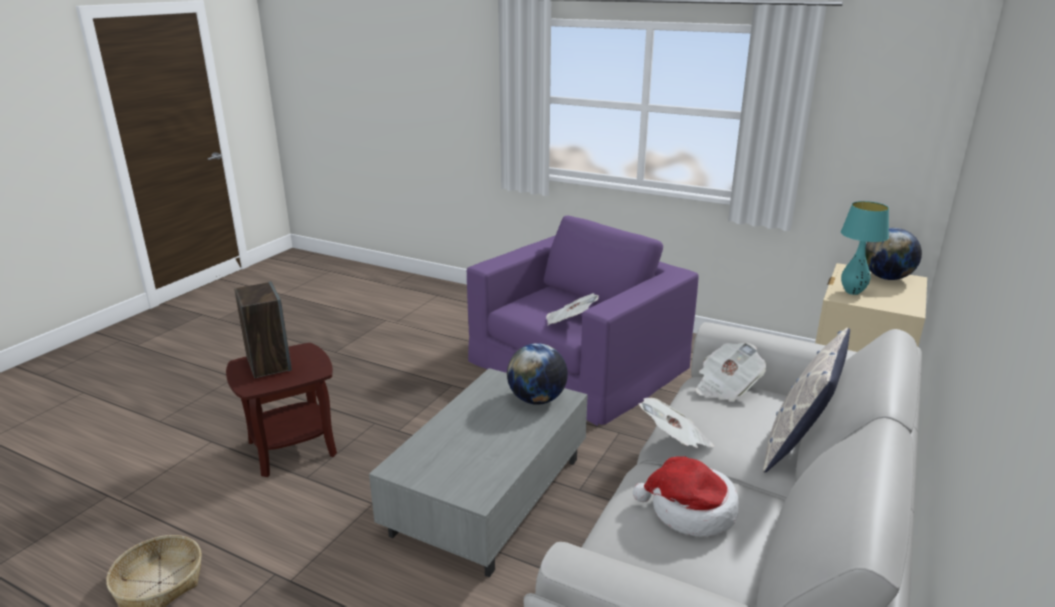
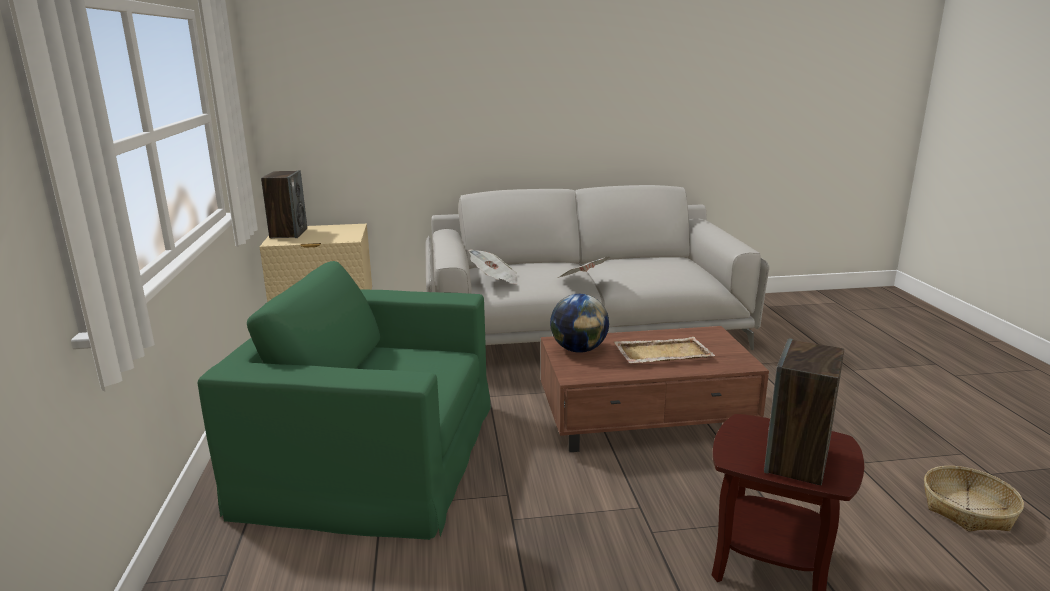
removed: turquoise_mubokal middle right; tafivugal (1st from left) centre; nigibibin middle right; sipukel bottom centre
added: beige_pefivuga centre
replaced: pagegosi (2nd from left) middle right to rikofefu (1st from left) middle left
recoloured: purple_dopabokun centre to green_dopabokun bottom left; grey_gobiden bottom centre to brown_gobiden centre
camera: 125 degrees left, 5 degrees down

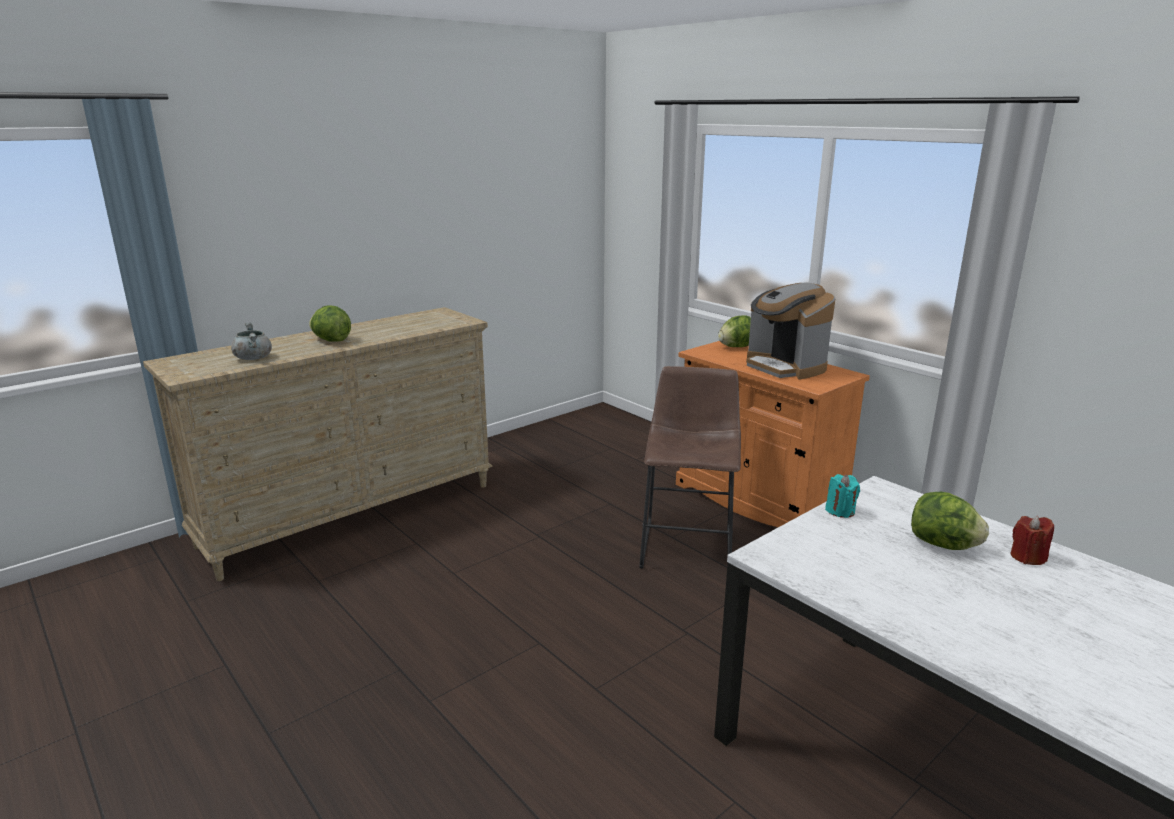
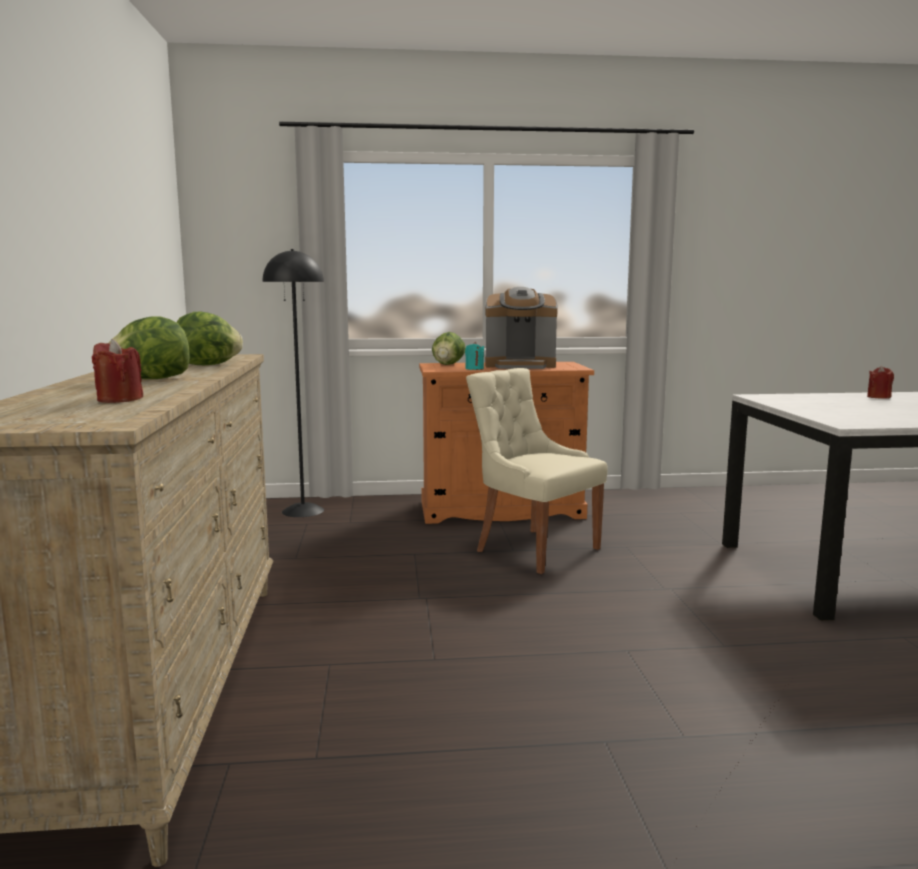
added: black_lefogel middle left
moved: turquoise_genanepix middle right to centre; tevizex (3rd from left in the first image) middle right to tevizex (2nd from left) middle left
replaced: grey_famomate middle left to red_genanepix (1st from left) middle left; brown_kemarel centre to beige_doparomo centre
camera: 55 degrees left, 10 degrees down

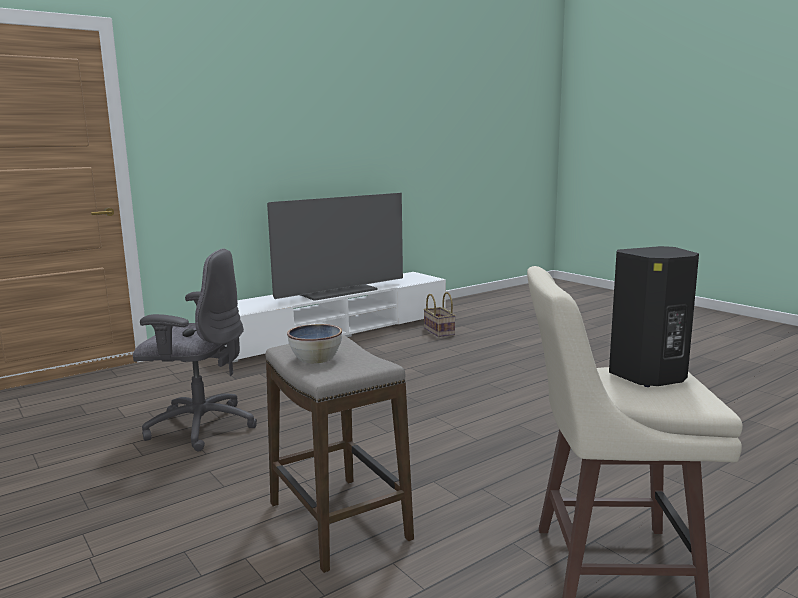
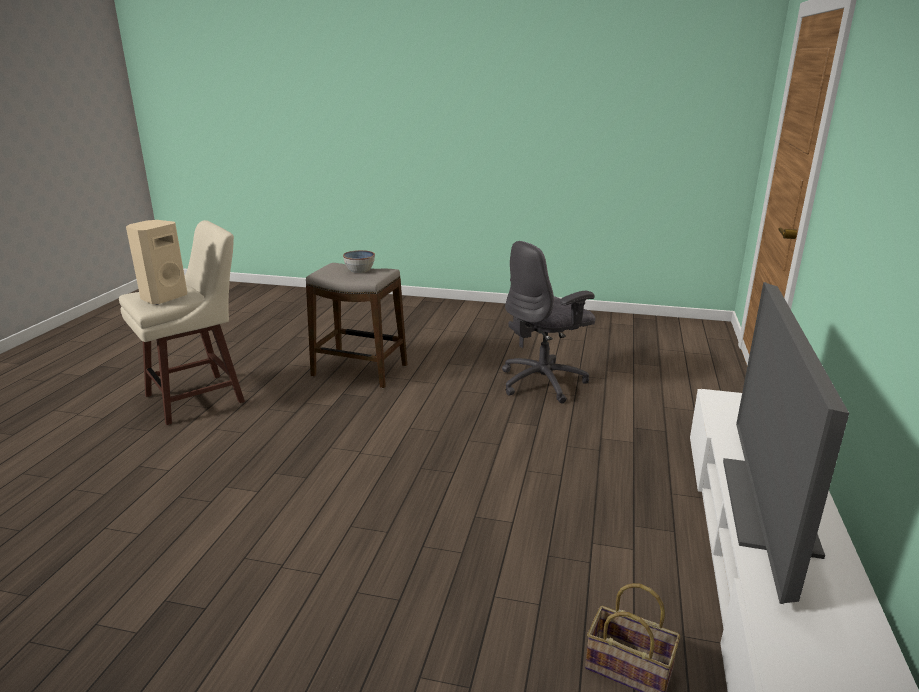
recoloured: black_rikofefu middle right to beige_rikofefu middle left
camera: 140 degrees right, 10 degrees up

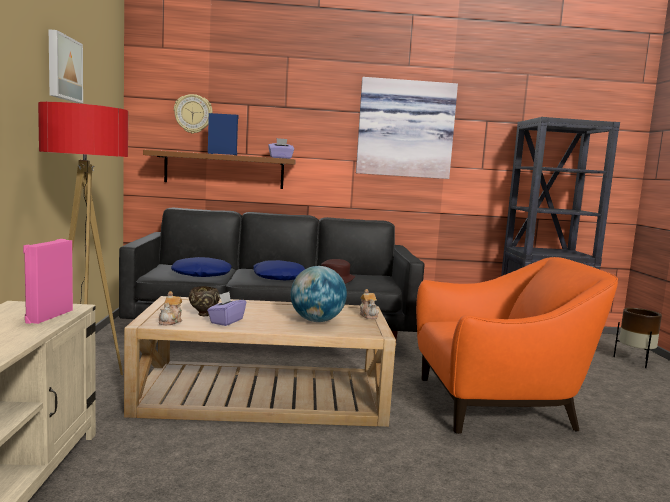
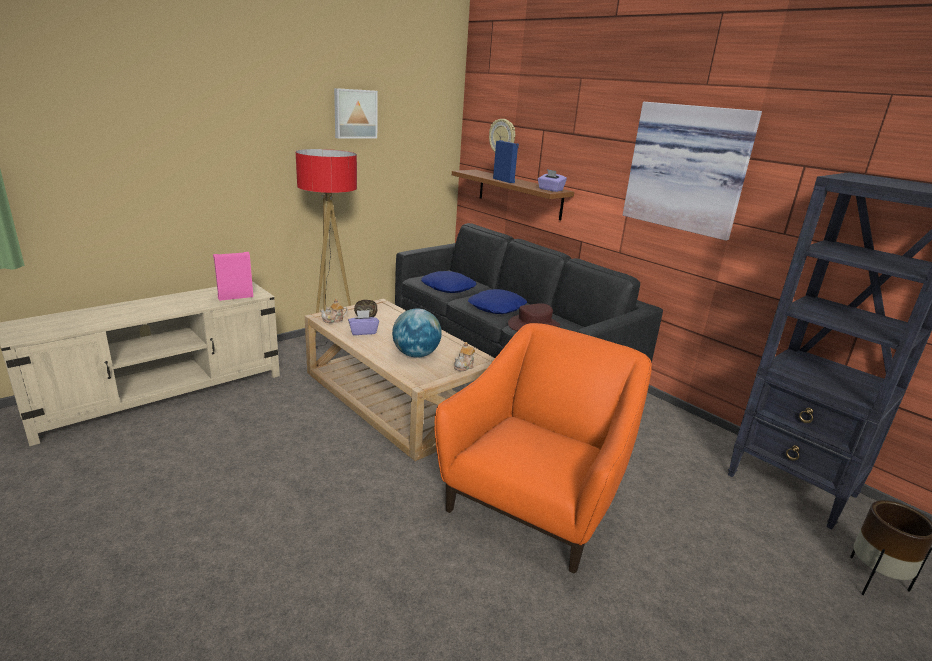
turned: orange_dopabokun bottom right = bottom centre 105 degrees counterclockwise
camera: 50 degrees right, 15 degrees up

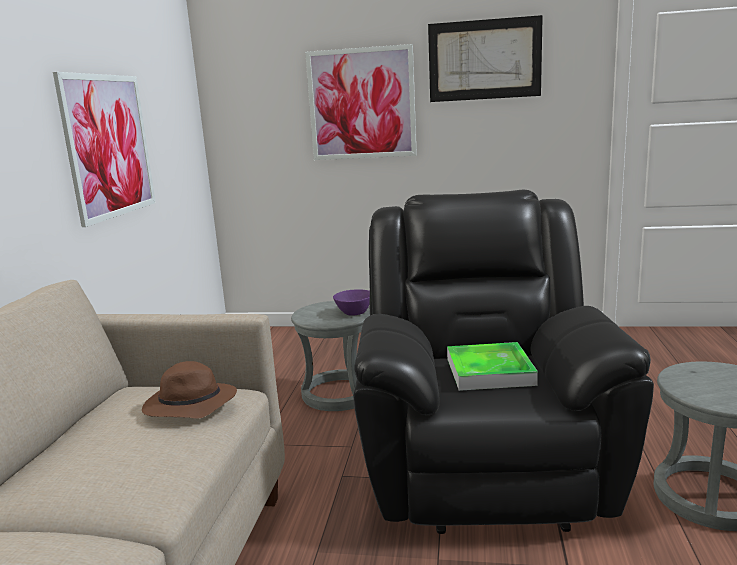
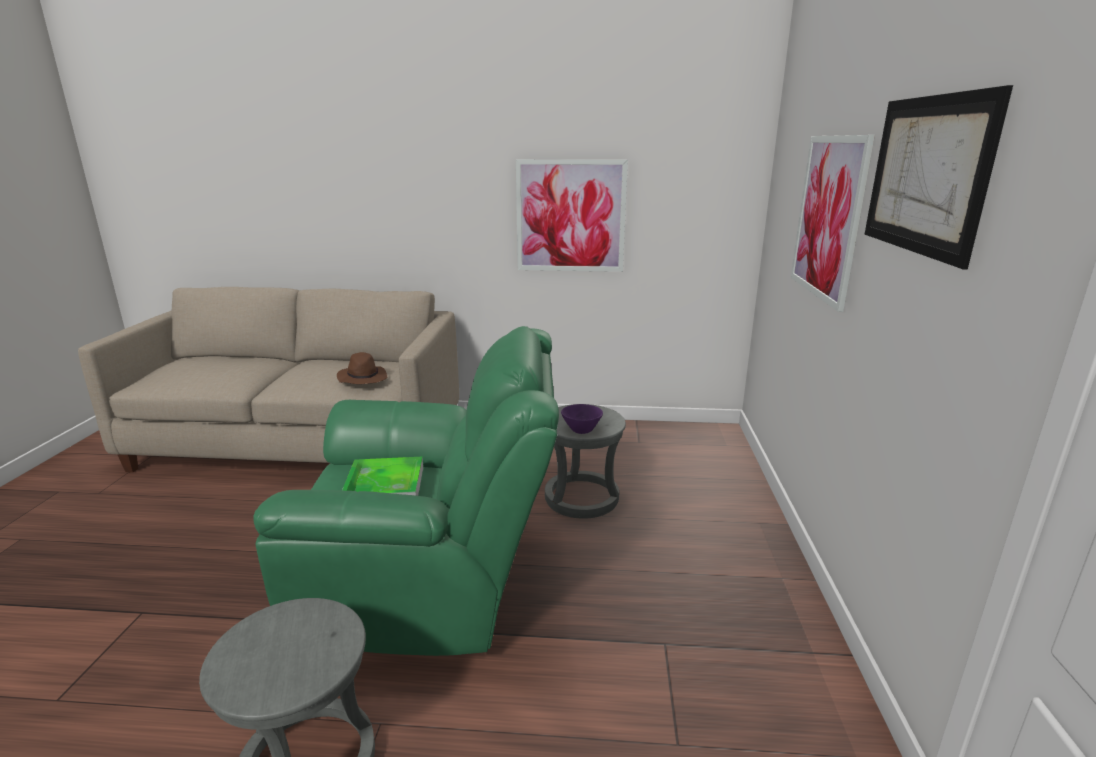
recoloured: black_dopabokun middle right to green_dopabokun centre
camera: 85 degrees right, 5 degrees up

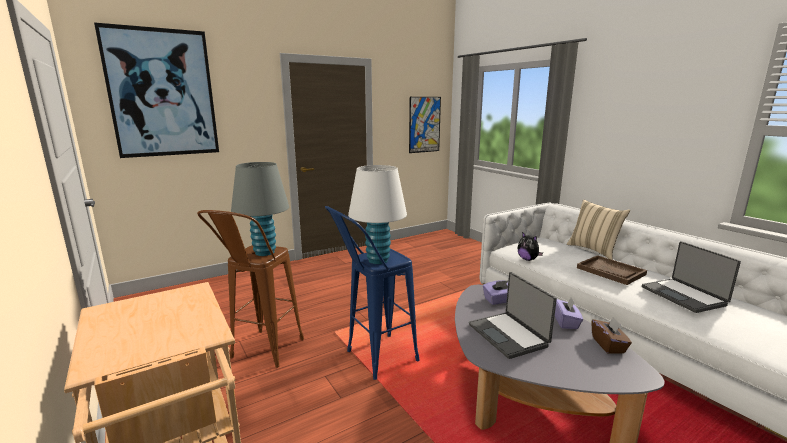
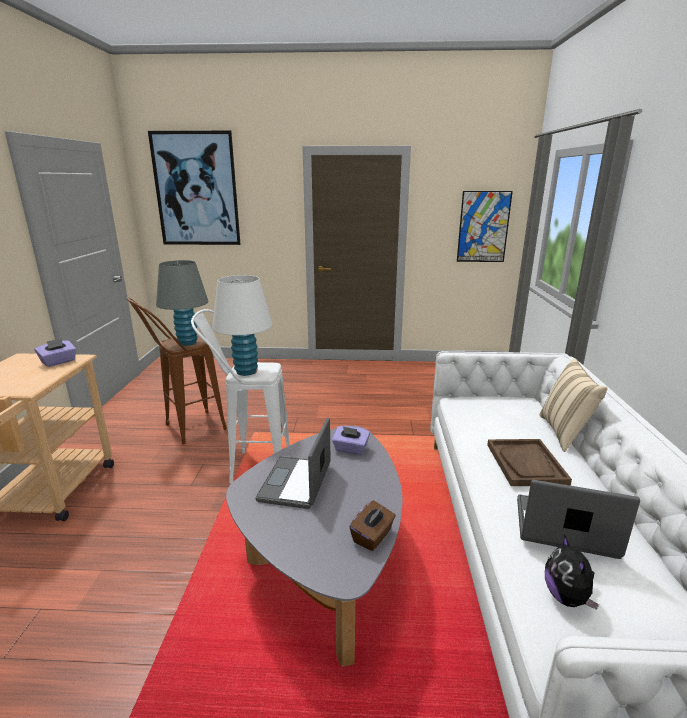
moved: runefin middle right to bottom right; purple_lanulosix (2nd from left in the first image) bottom right to purple_lanulosix (1st from left) middle left
recoloured: blue_kemarel centre to white_kemarel centre
turned: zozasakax (2nd from left) middle right = bottom right 90 degrees clockwise
camera: 35 degrees right, 5 degrees up

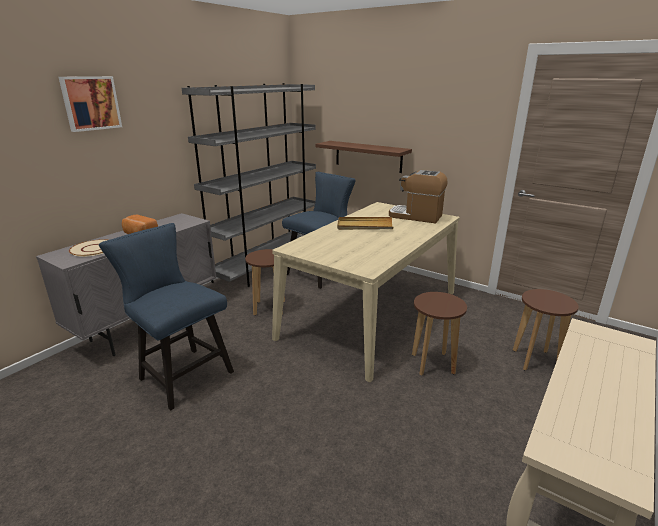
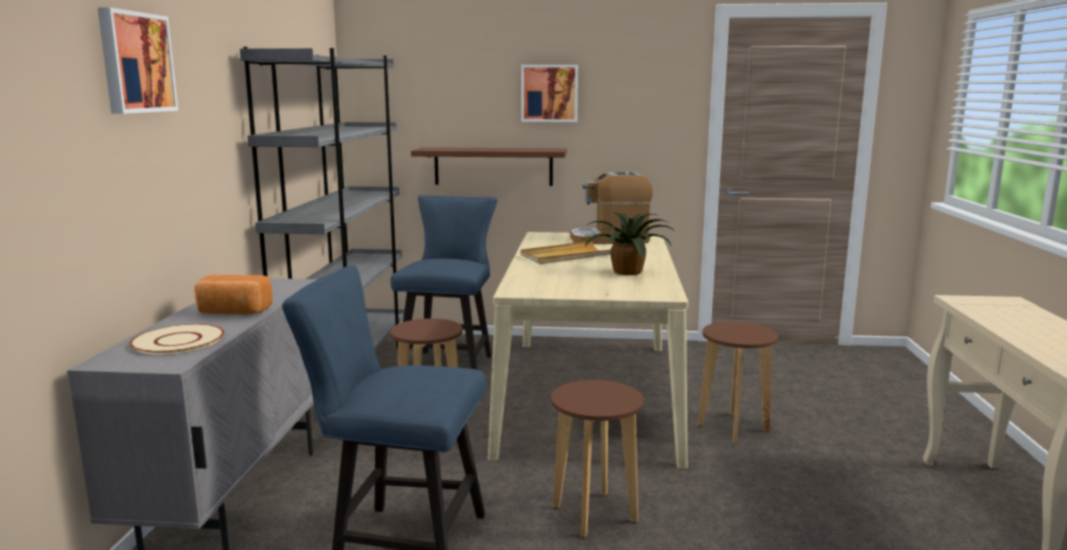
added: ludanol (2nd from left) top centre; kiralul centre
moved: brown_kemarel (3rd from left in the first image) middle right to brown_kemarel (2nd from left) bottom centre
camera: 30 degrees left, 10 degrees down

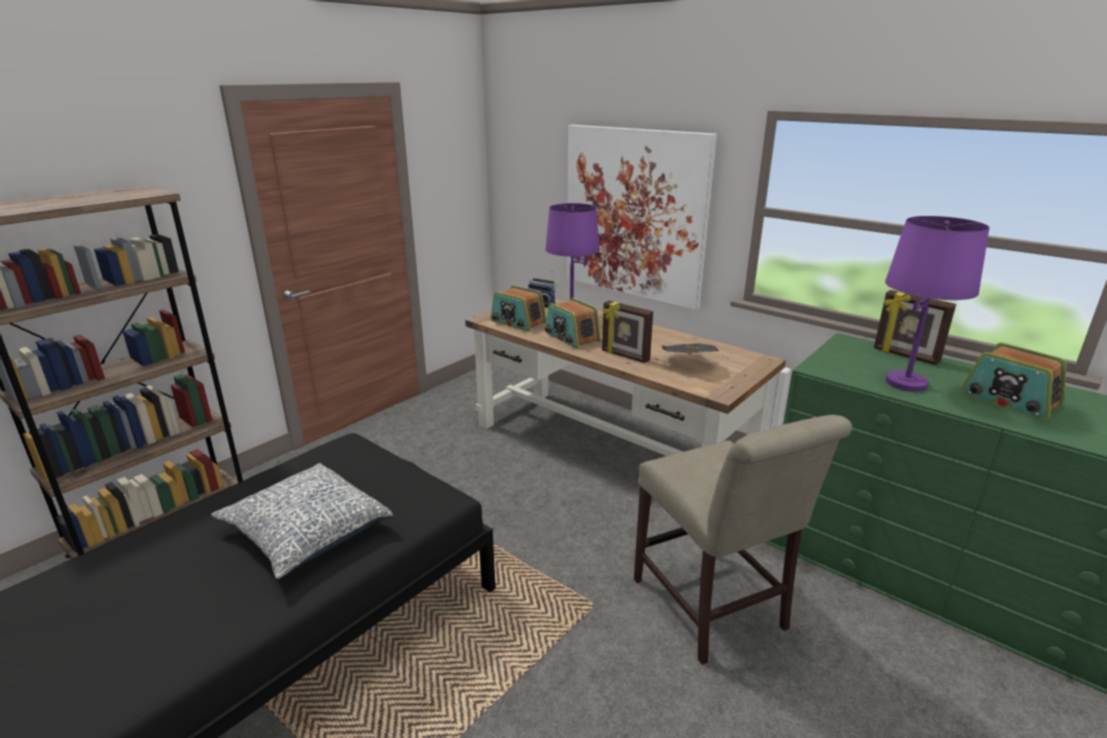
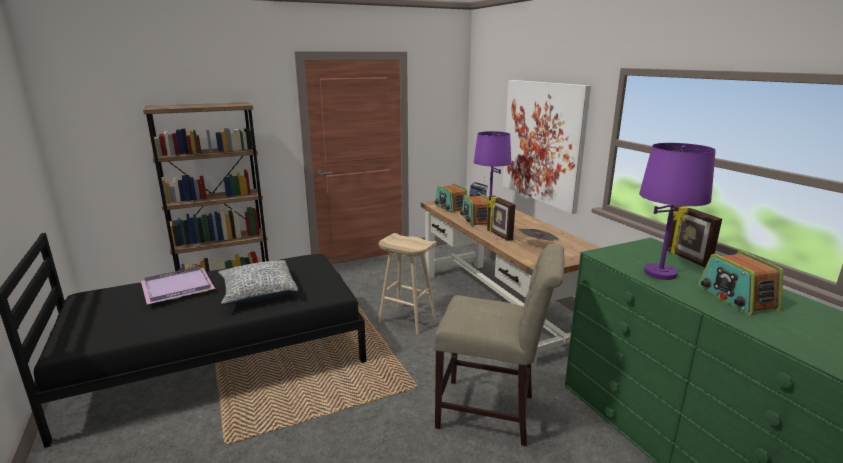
added: beige_kemarel centre; purple_pefivuga middle left
turned: beige_doparomo bottom right = bottom centre 75 degrees counterclockwise
camera: 25 degrees right, 5 degrees down

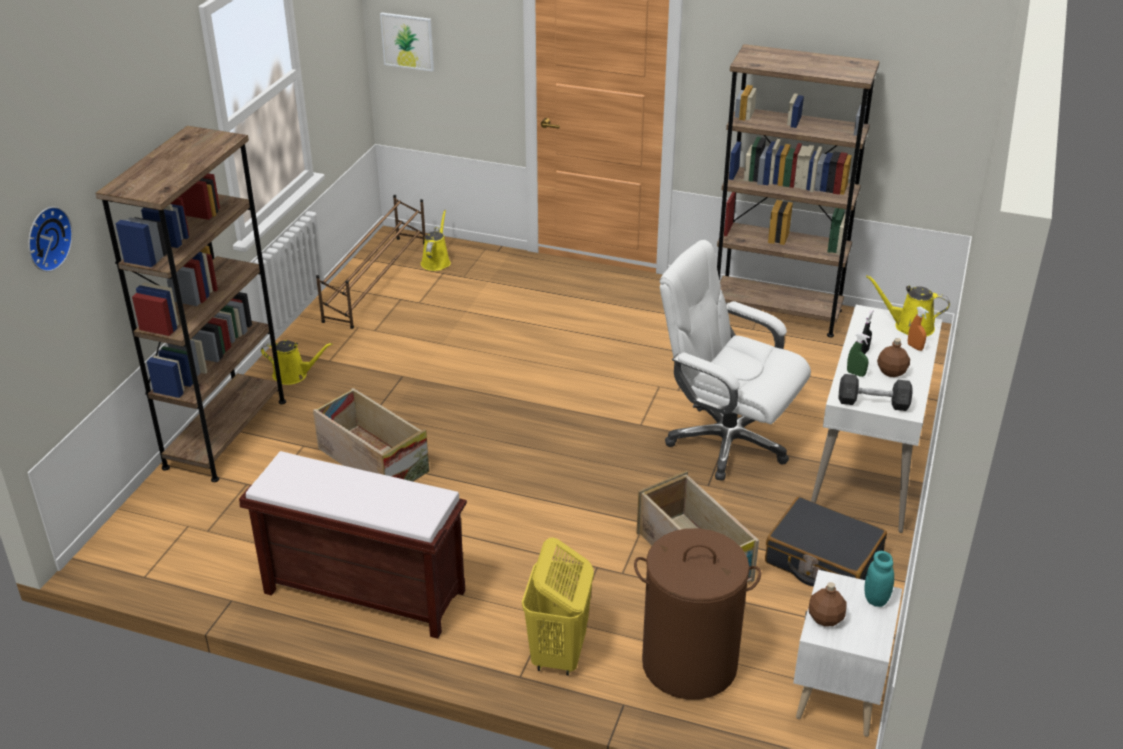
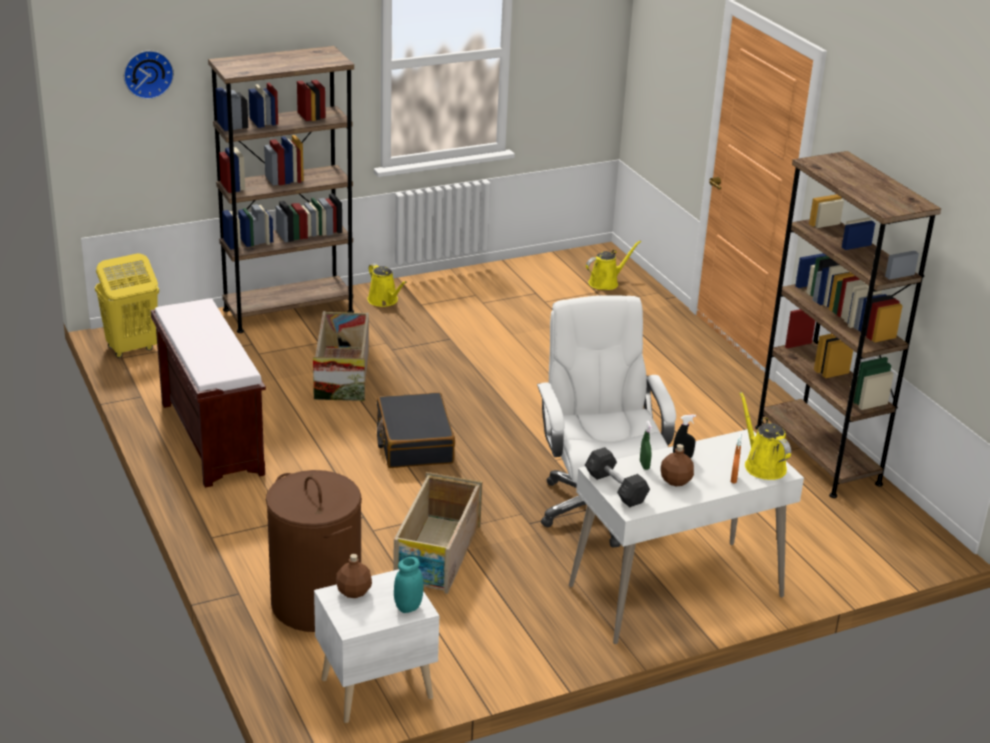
removed: ludanol top centre; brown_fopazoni middle left
moved: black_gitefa bottom right to centre; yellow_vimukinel bottom centre to middle left
camera: 45 degrees right, 5 degrees down

